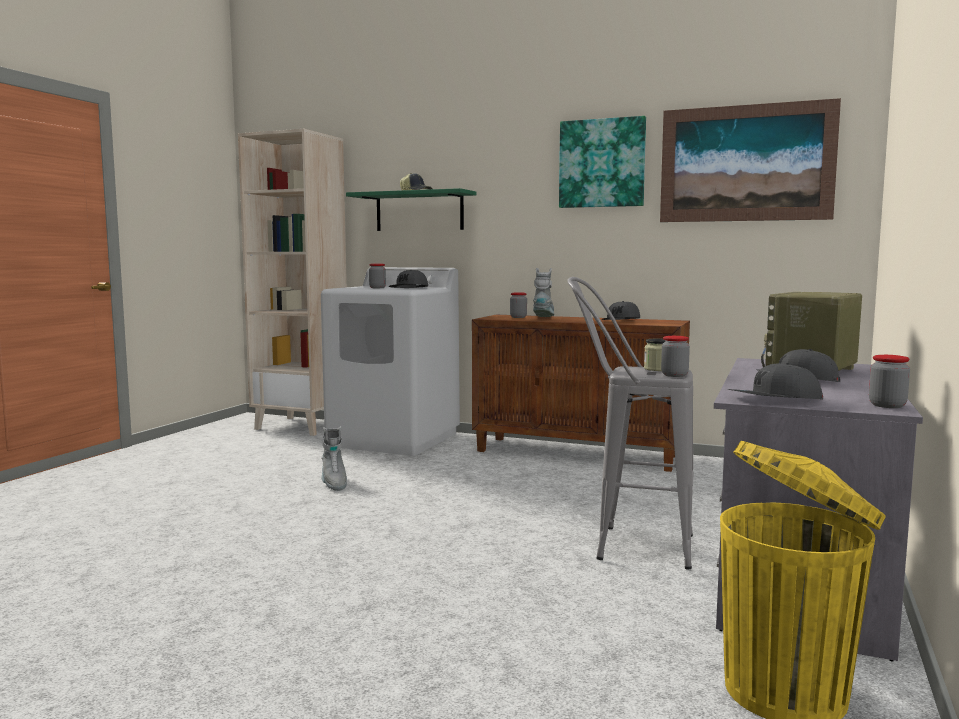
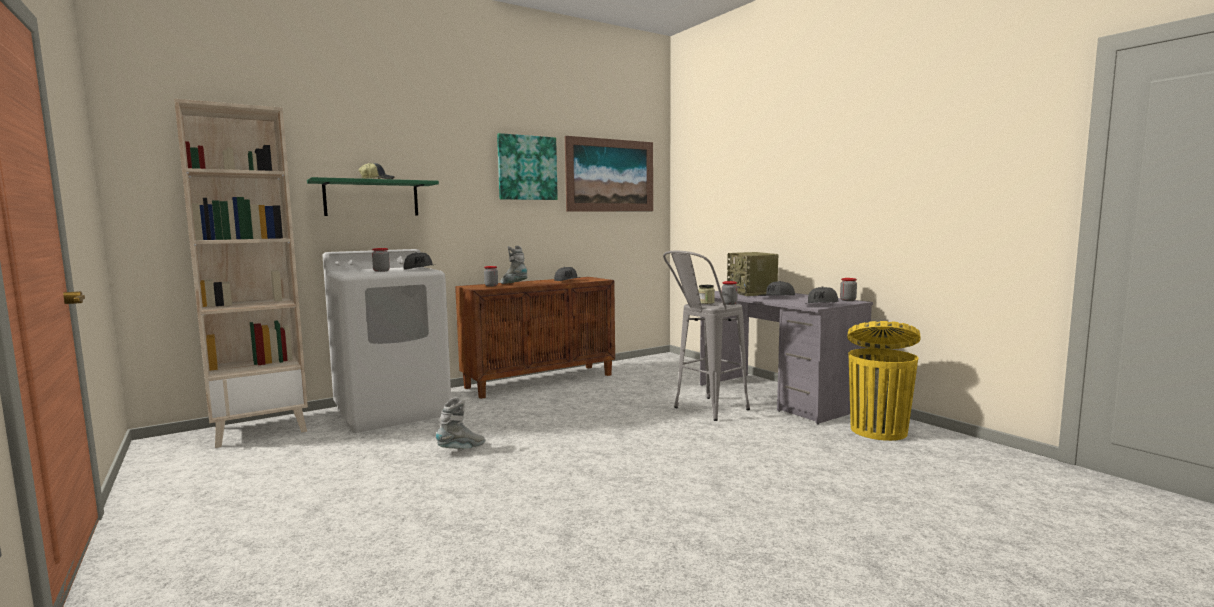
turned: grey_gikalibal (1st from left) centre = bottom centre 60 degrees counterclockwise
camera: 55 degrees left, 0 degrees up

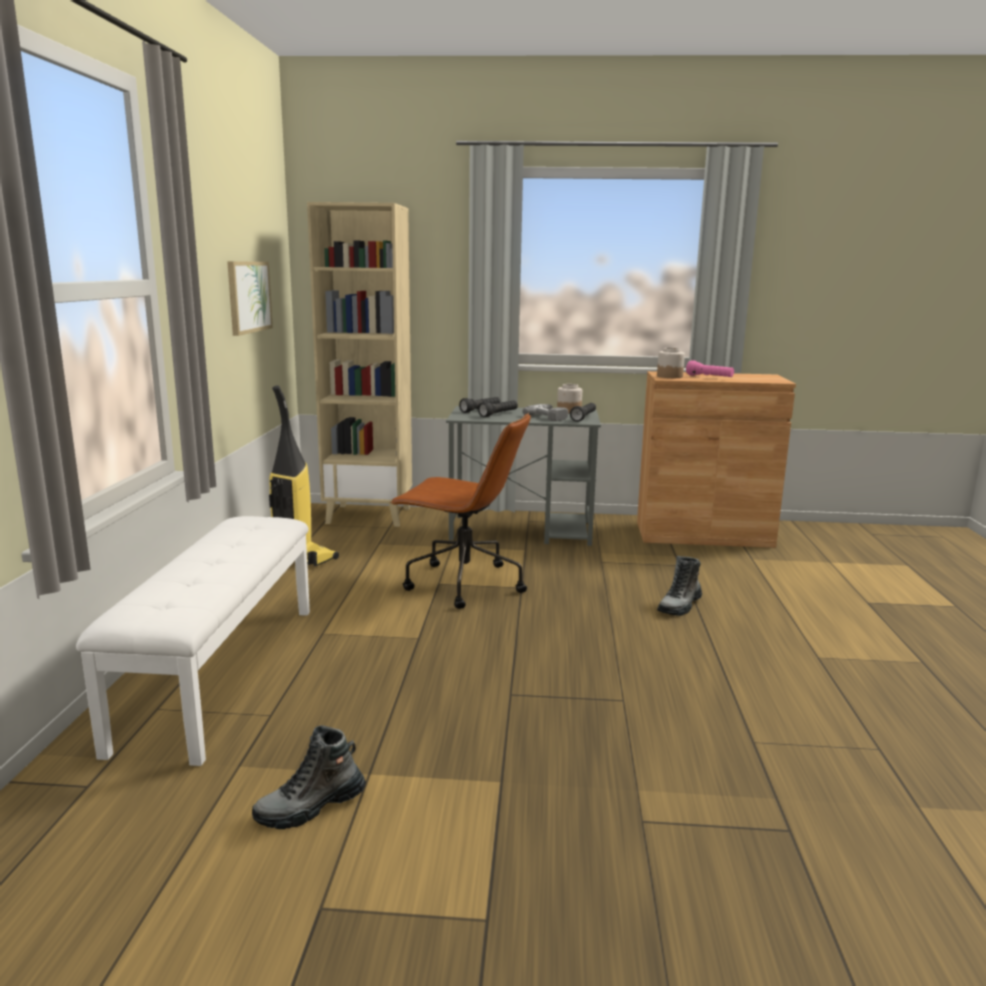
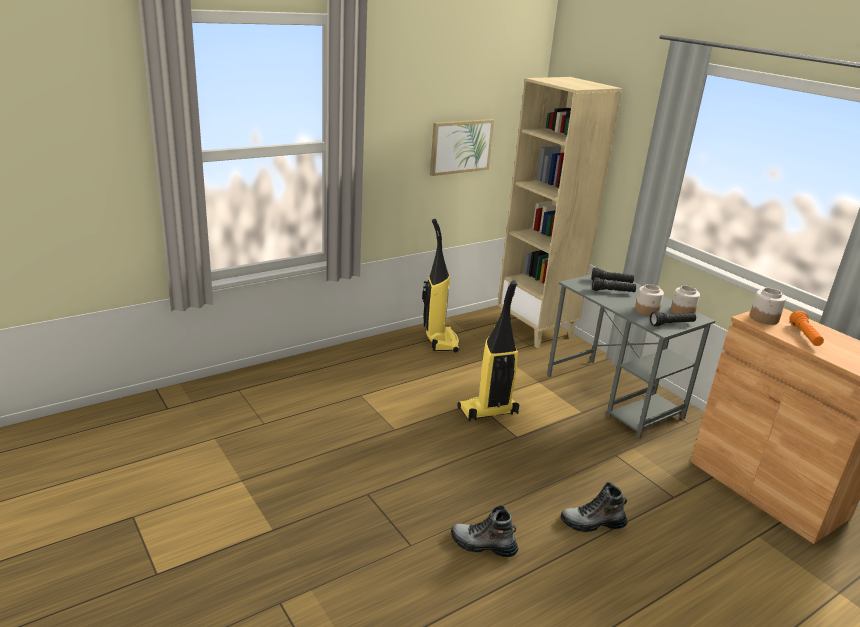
removed: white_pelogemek middle left
moved: gikalibal (1st from left) bottom left to bottom centre
replaced: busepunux centre to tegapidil (1st from left) middle right; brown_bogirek centre to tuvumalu (2nd from left) centre
recoloured: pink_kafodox middle right to orange_kafodox middle right
camera: 50 degrees right, 10 degrees up

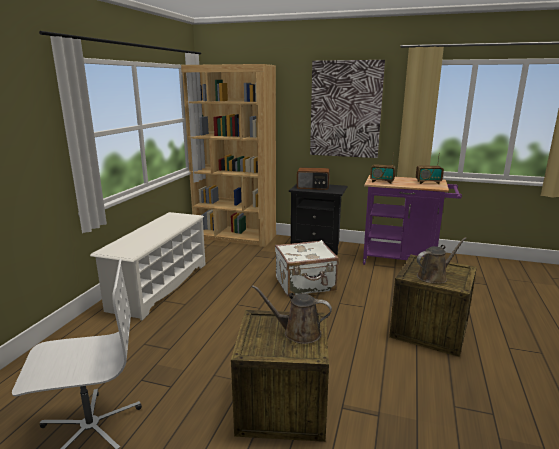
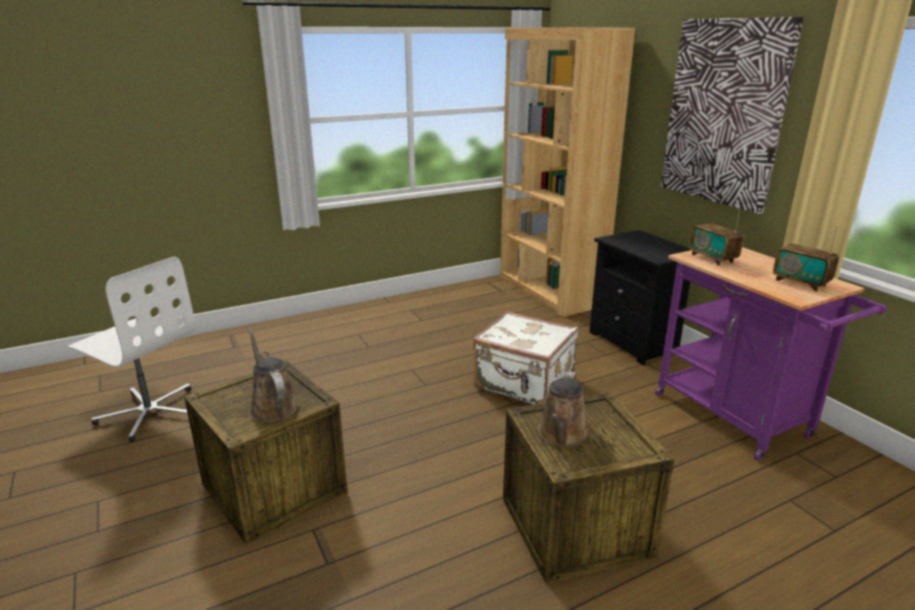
removed: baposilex (1st from left) centre; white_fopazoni middle left
turned: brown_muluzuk (2nd from left) middle right = bottom centre 90 degrees clockwise
camera: 45 degrees right, 5 degrees up

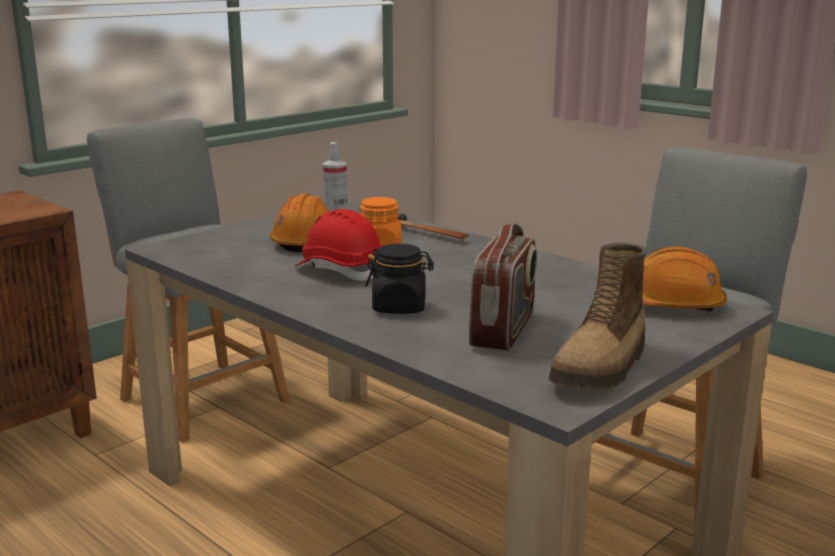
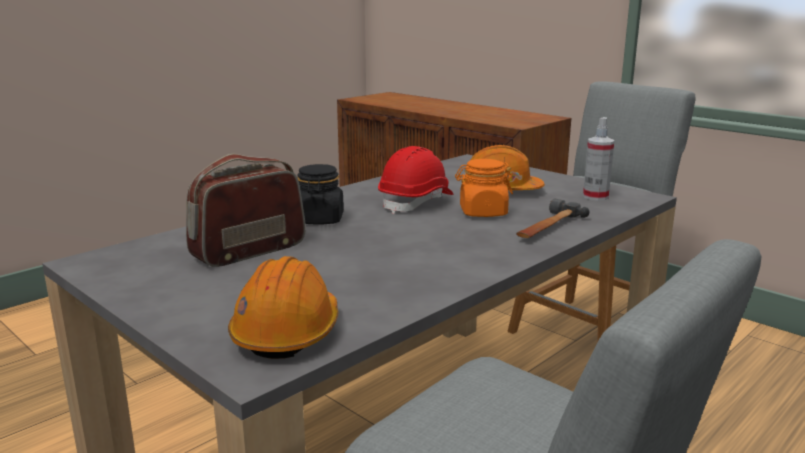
removed: gikalibal middle right
turned: baposilex centre = middle left 120 degrees clockwise
camera: 90 degrees right, 0 degrees up

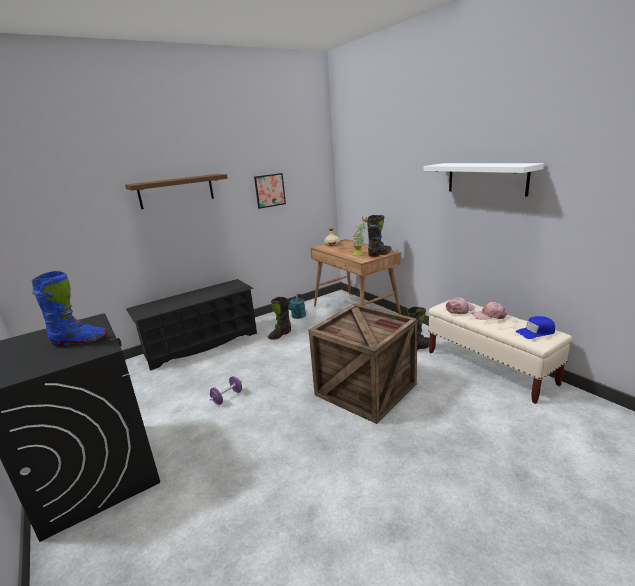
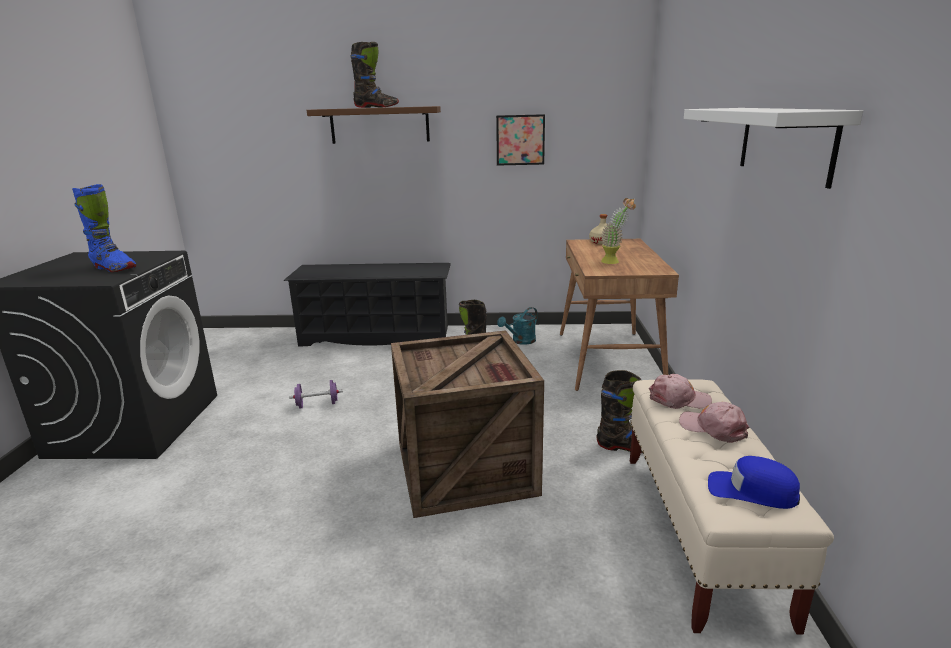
moved: black_gikalibal (2nd from left in the first image) centre to black_gikalibal (1st from left) top centre
camera: 35 degrees right, 0 degrees up

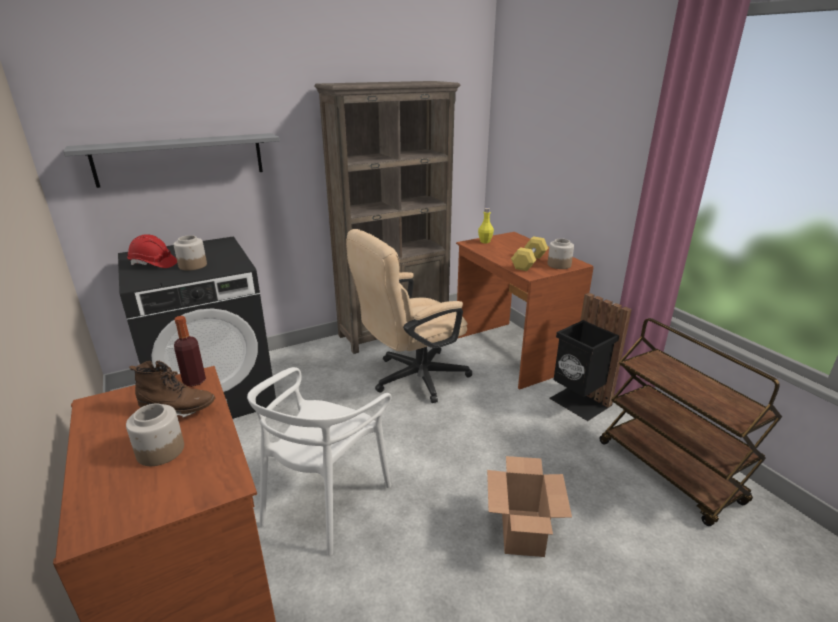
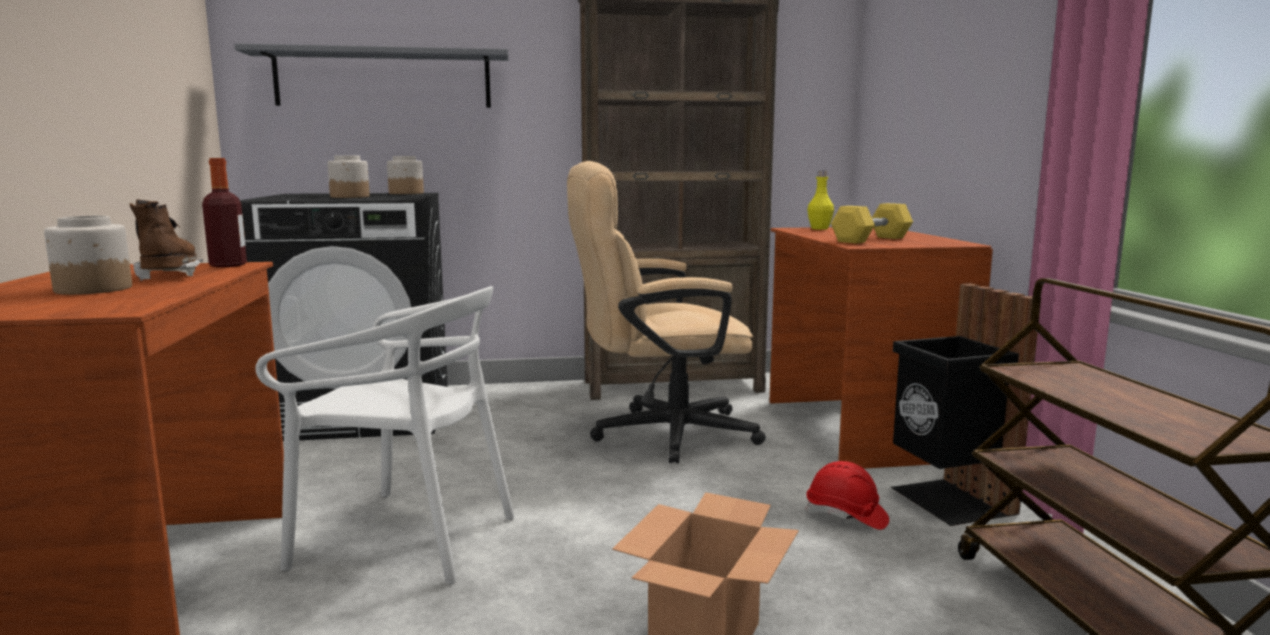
moved: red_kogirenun middle left to bottom right; tegapidil (3rd from left) middle right to top left
turned: brown_gikalibal middle left = middle left 135 degrees counterclockwise; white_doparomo bottom centre = bottom left 120 degrees counterclockwise
camera: 20 degrees right, 15 degrees down

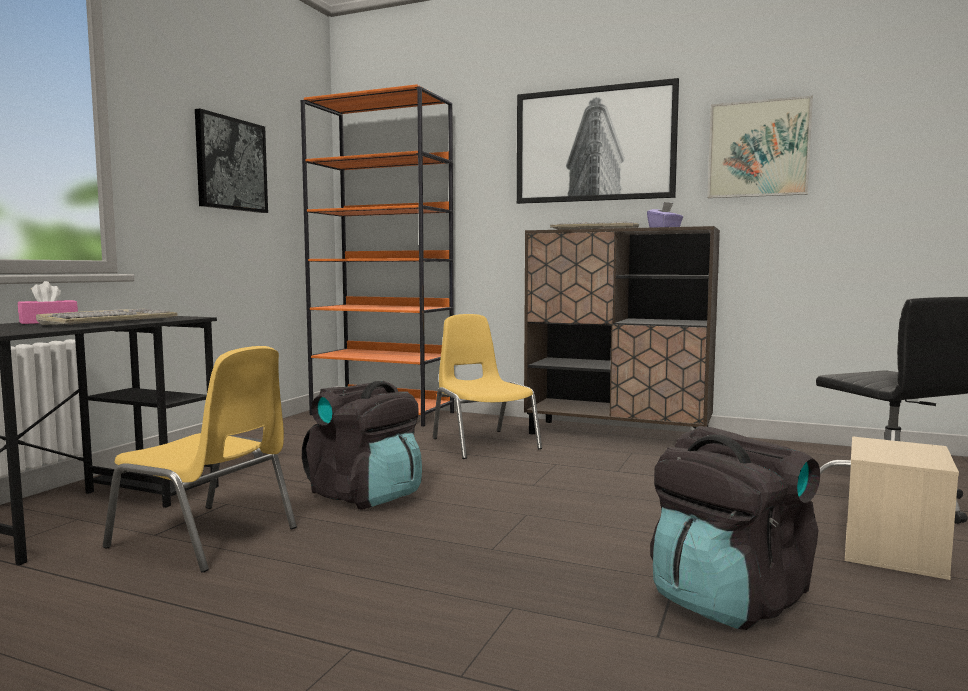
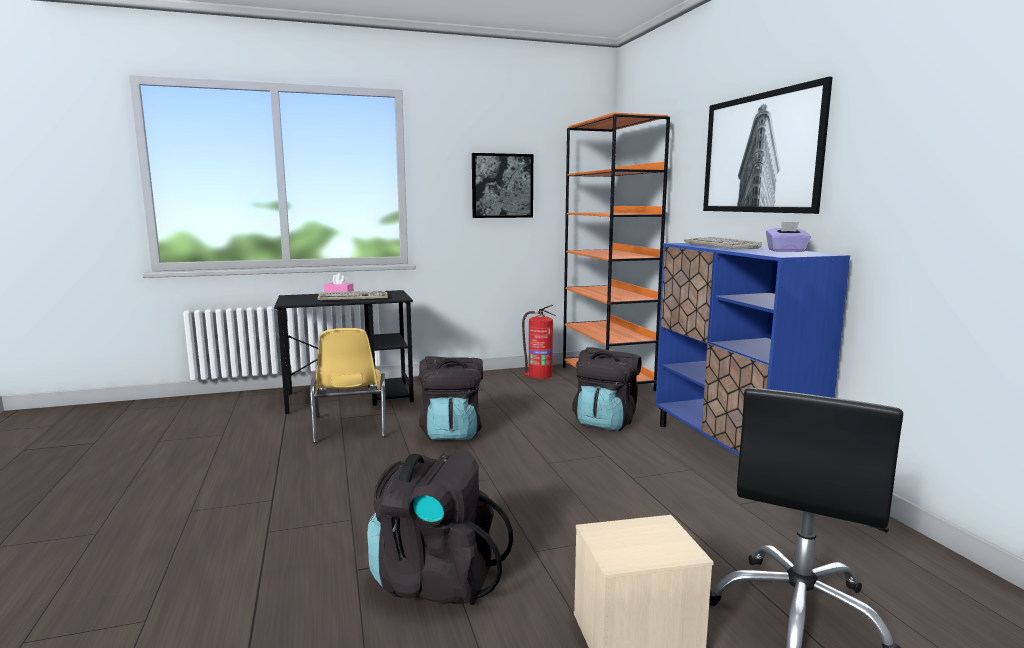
removed: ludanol (3rd from left) top right
added: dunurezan centre
replaced: yellow_doparomo (2nd from left) centre to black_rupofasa (3rd from left) centre
recoloured: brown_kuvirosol centre to blue_kuvirosol middle right
camera: 50 degrees right, 5 degrees up

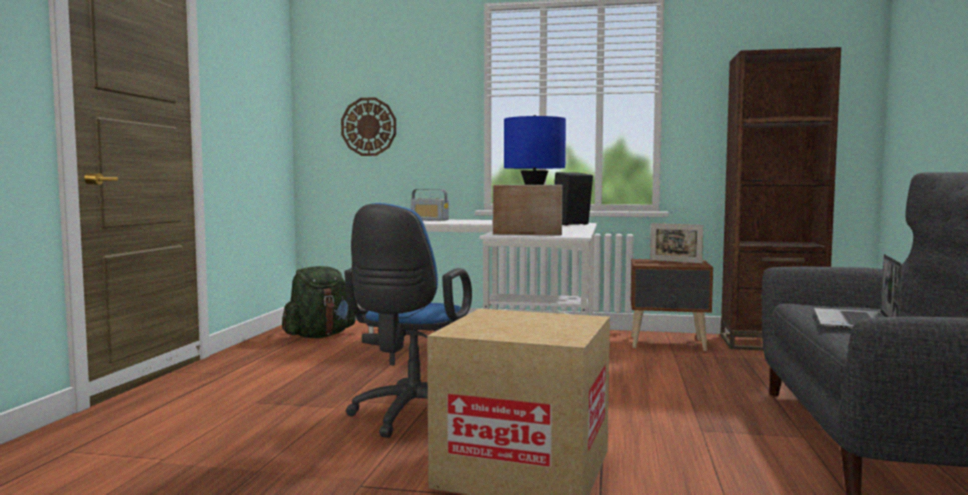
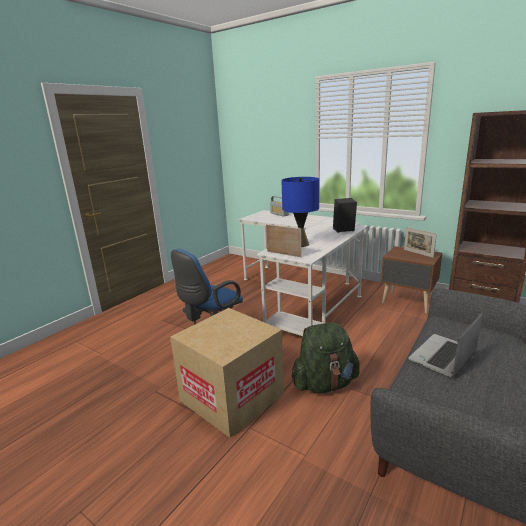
removed: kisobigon top centre
moved: green_rupofasa middle left to bottom centre
camera: 25 degrees right, 15 degrees up

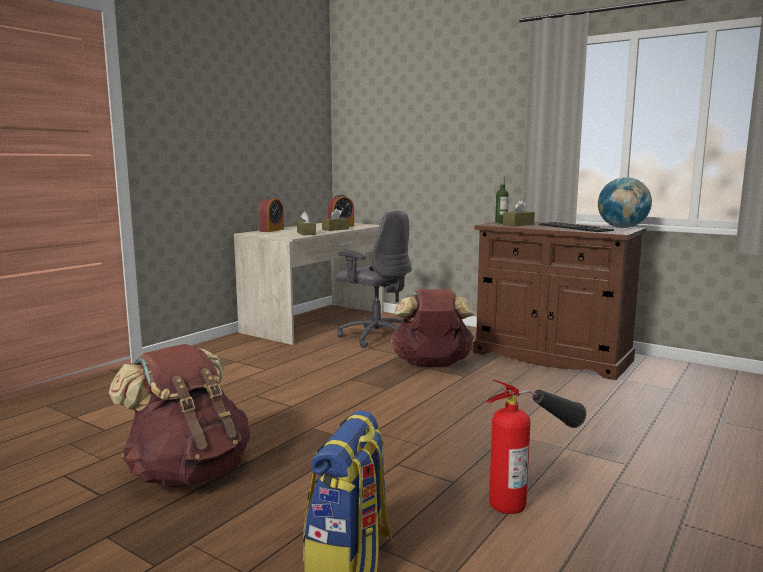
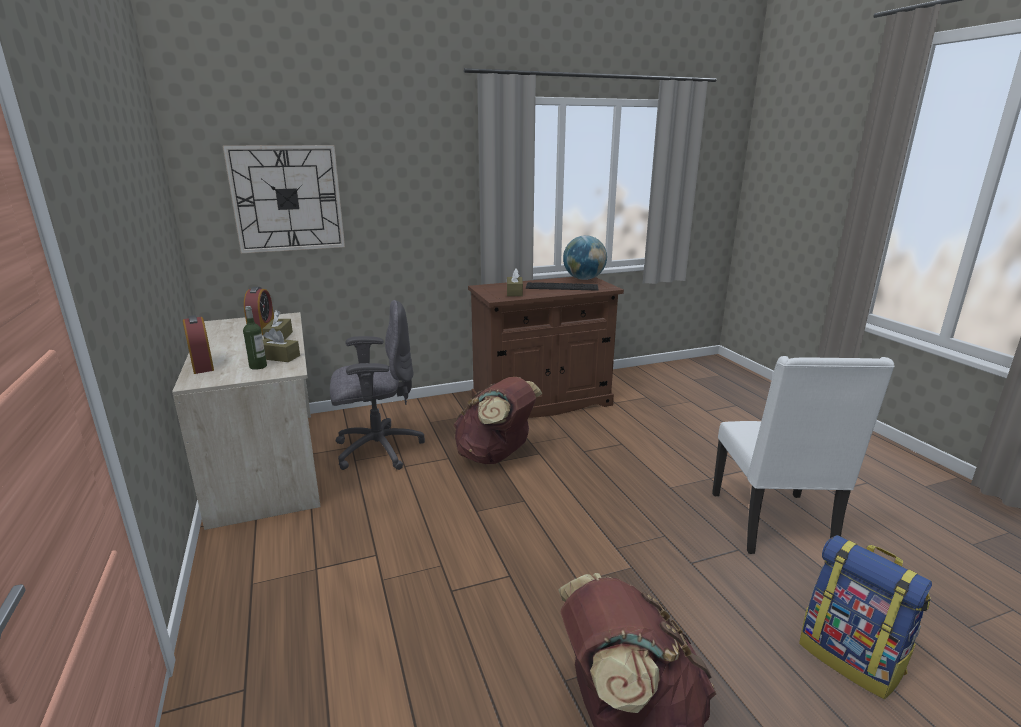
added: kisobigon top left
moved: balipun centre to middle left
replaced: dunurezan bottom right to white_doparomo middle right
camera: 55 degrees left, 10 degrees up

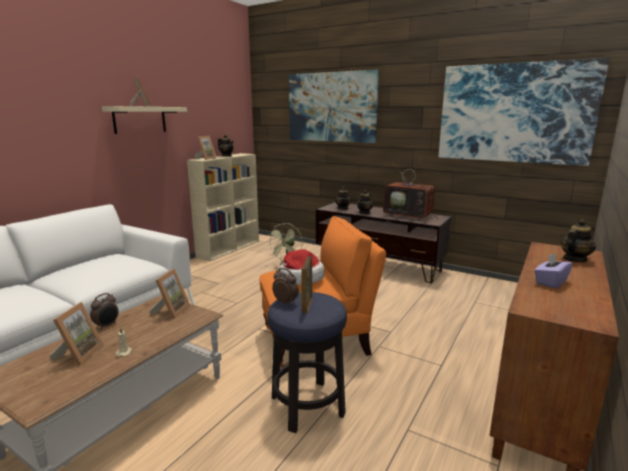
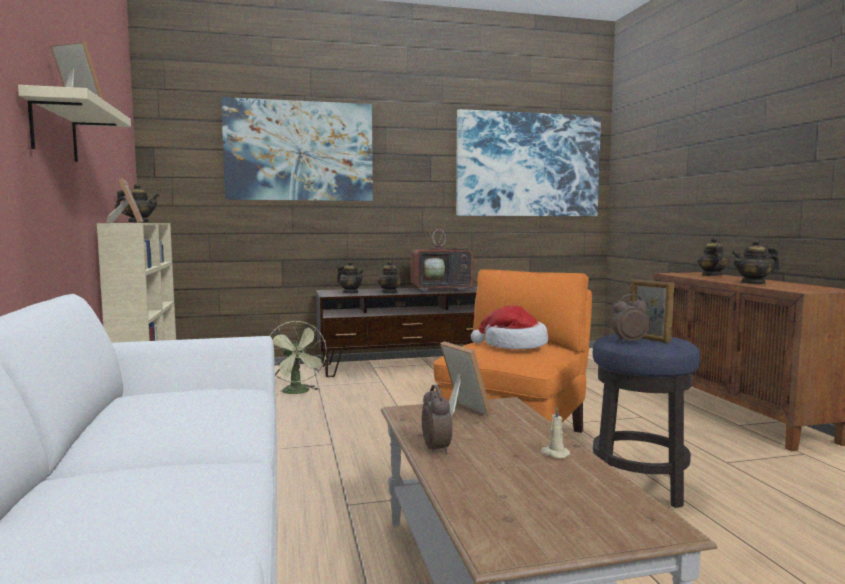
removed: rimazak (1st from left) bottom left
replaced: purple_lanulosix middle right to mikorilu (5th from left) middle right
camera: 45 degrees left, 10 degrees down

